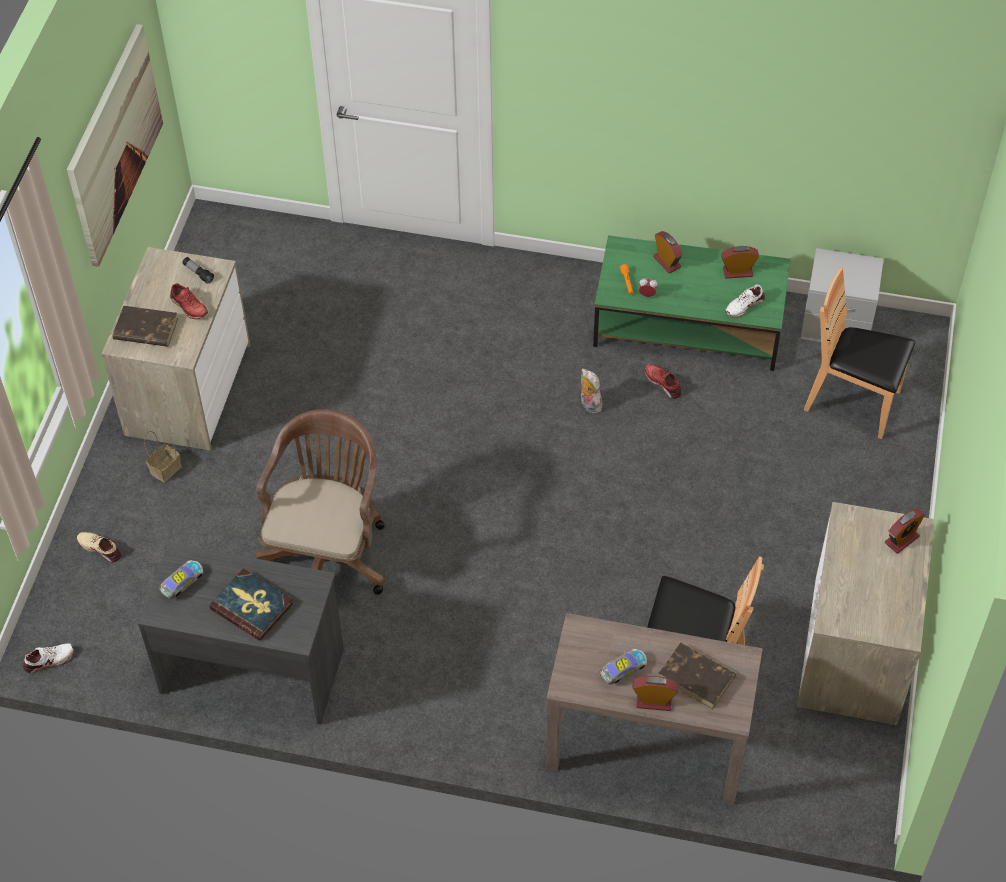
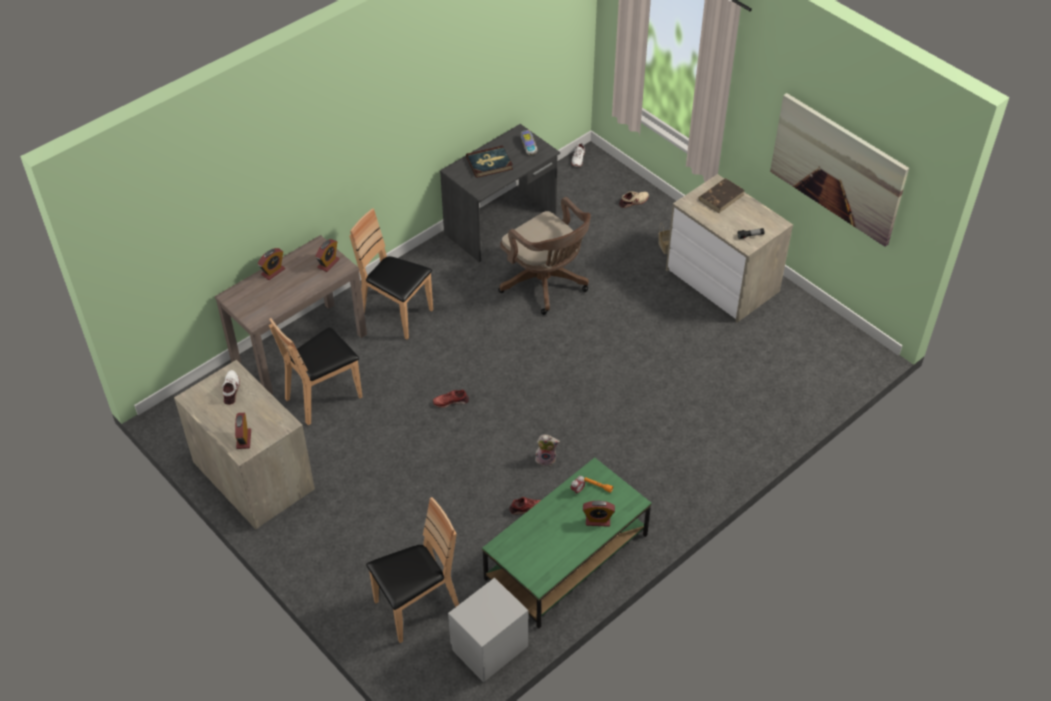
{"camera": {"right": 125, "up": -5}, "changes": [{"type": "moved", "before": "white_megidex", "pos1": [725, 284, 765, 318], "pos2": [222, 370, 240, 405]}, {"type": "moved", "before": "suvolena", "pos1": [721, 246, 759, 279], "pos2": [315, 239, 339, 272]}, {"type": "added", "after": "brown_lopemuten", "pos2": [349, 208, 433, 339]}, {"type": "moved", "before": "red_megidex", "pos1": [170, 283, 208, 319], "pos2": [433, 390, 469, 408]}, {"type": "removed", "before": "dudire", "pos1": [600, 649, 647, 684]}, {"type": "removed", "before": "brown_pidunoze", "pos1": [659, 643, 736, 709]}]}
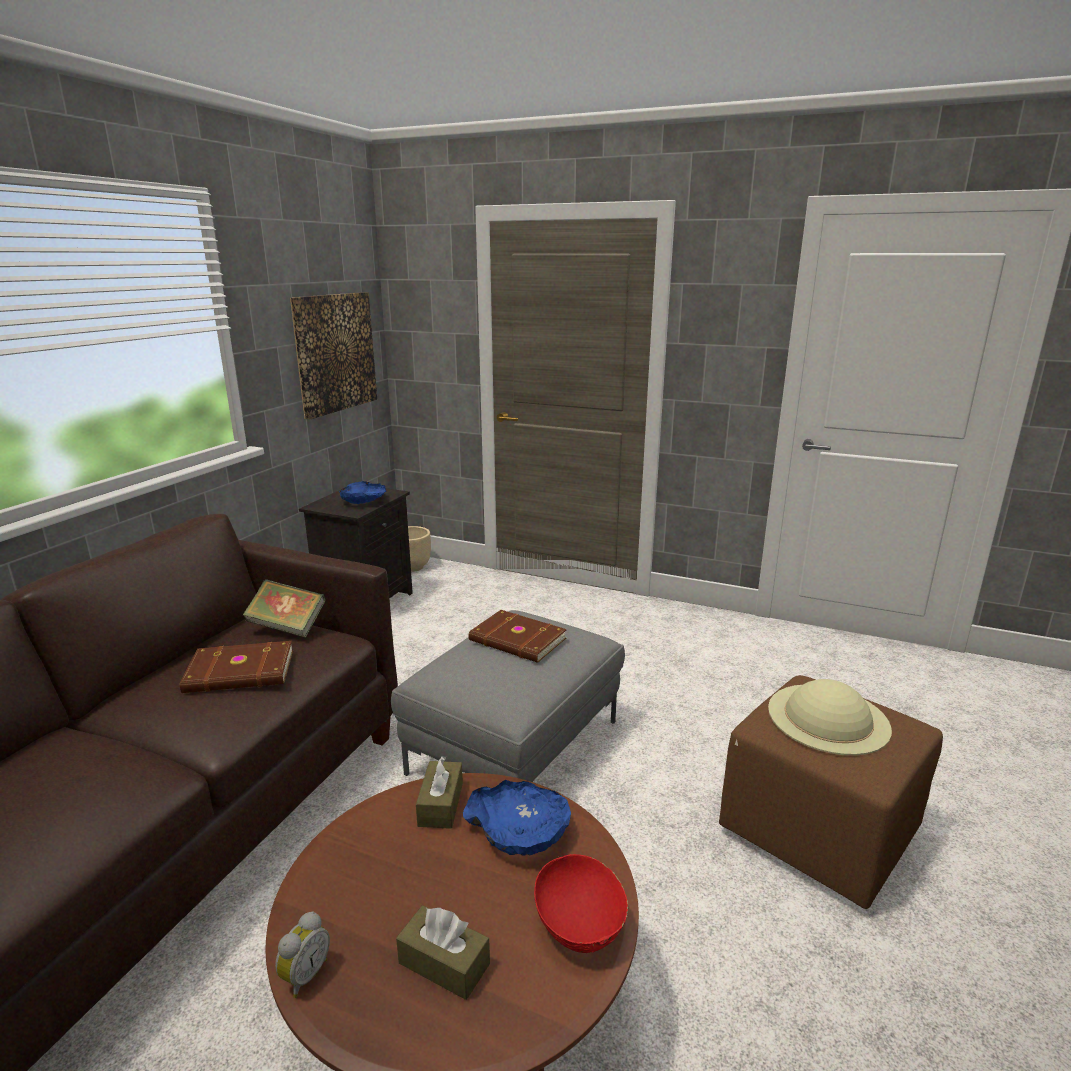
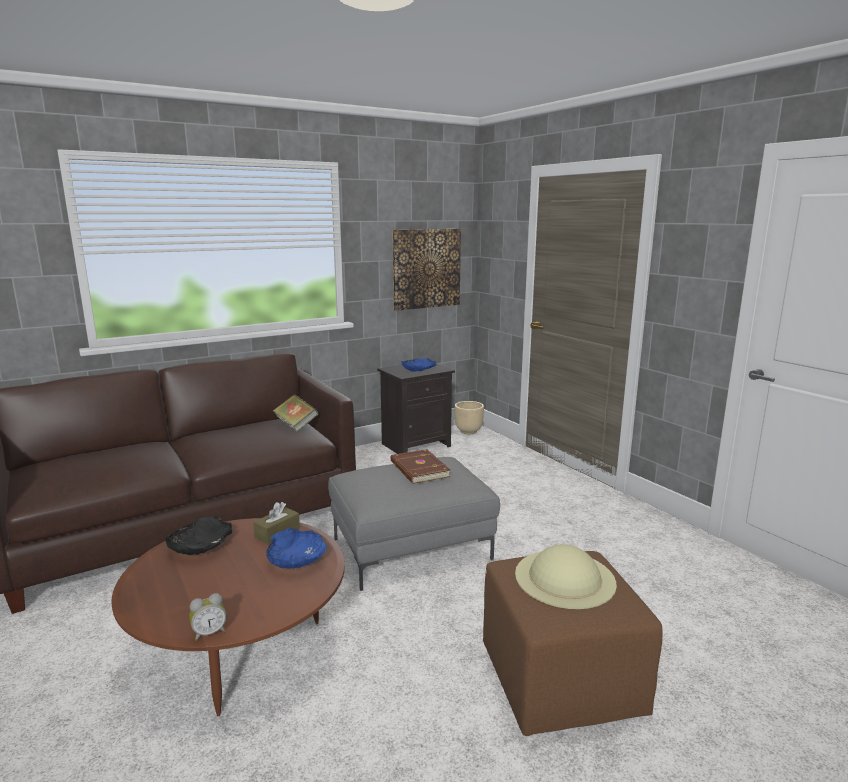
{"camera": {"right": 35, "up": -5}, "changes": [{"type": "added", "after": "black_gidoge", "pos2": [165, 516, 232, 555]}, {"type": "moved", "before": "suvolena", "pos1": [275, 912, 330, 998], "pos2": [189, 593, 226, 641]}, {"type": "removed", "before": "brown_pidunoze", "pos1": [180, 641, 293, 693]}, {"type": "removed", "before": "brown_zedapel", "pos1": [396, 905, 490, 1000]}, {"type": "removed", "before": "red_gidoge", "pos1": [534, 854, 629, 953]}]}
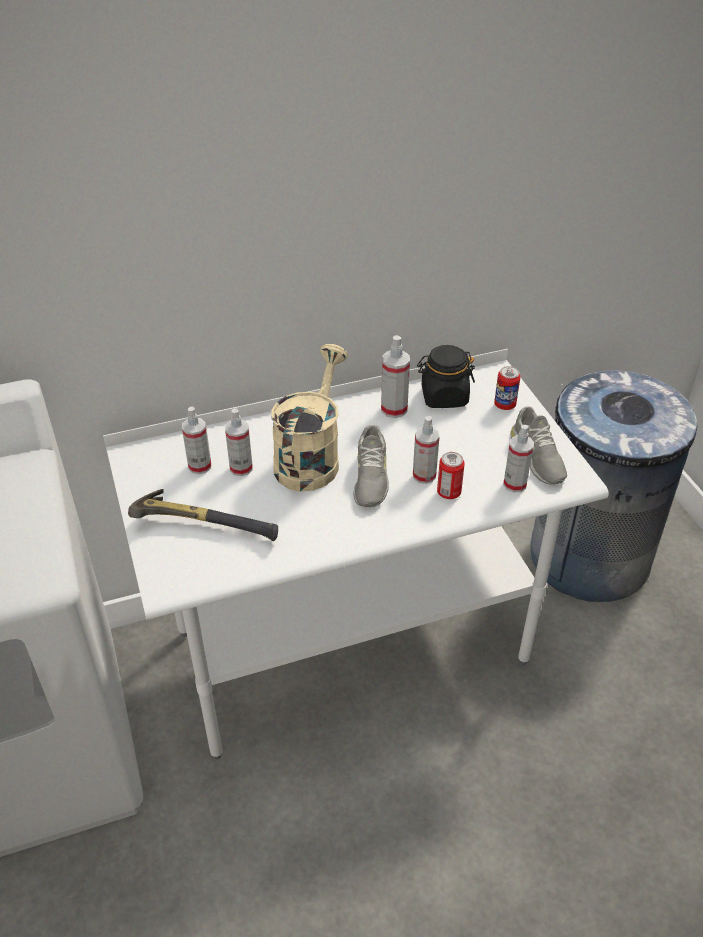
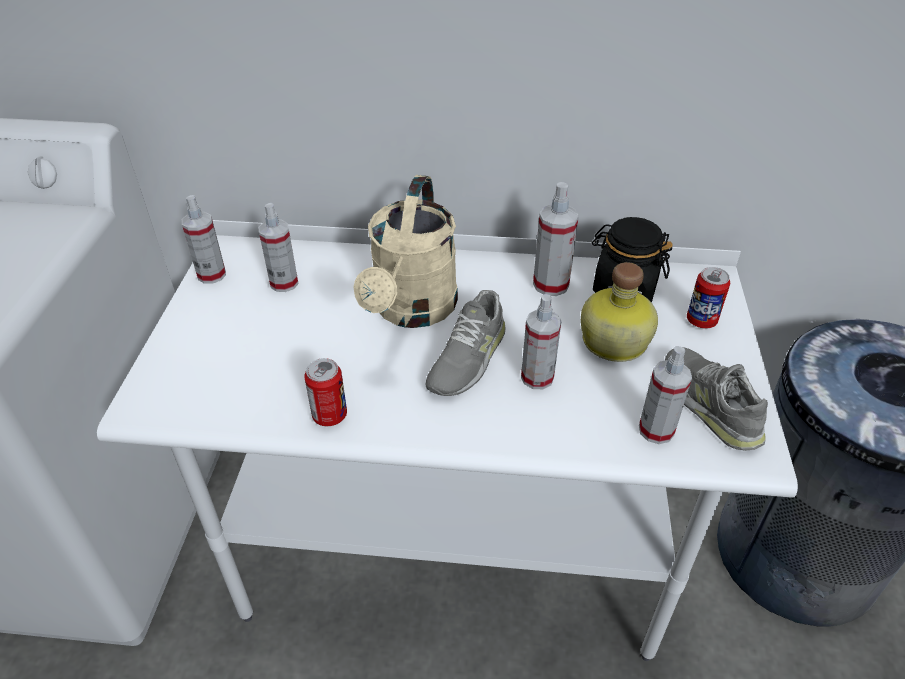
{"camera": {"right": 25, "up": 0}, "changes": [{"type": "moved", "before": "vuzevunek", "pos1": [225, 408, 253, 476], "pos2": [182, 195, 226, 284]}, {"type": "moved", "before": "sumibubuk", "pos1": [437, 452, 465, 499], "pos2": [304, 358, 347, 426]}, {"type": "turned", "before": "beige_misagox", "pos1": [271, 344, 348, 491], "pos2": [353, 175, 458, 328], "turn": 150}, {"type": "added", "after": "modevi", "pos2": [581, 262, 658, 362]}, {"type": "turned", "before": "grey_megidex", "pos1": [510, 407, 567, 485], "pos2": [665, 347, 768, 451], "turn": 150}, {"type": "removed", "before": "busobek", "pos1": [128, 489, 278, 541]}]}
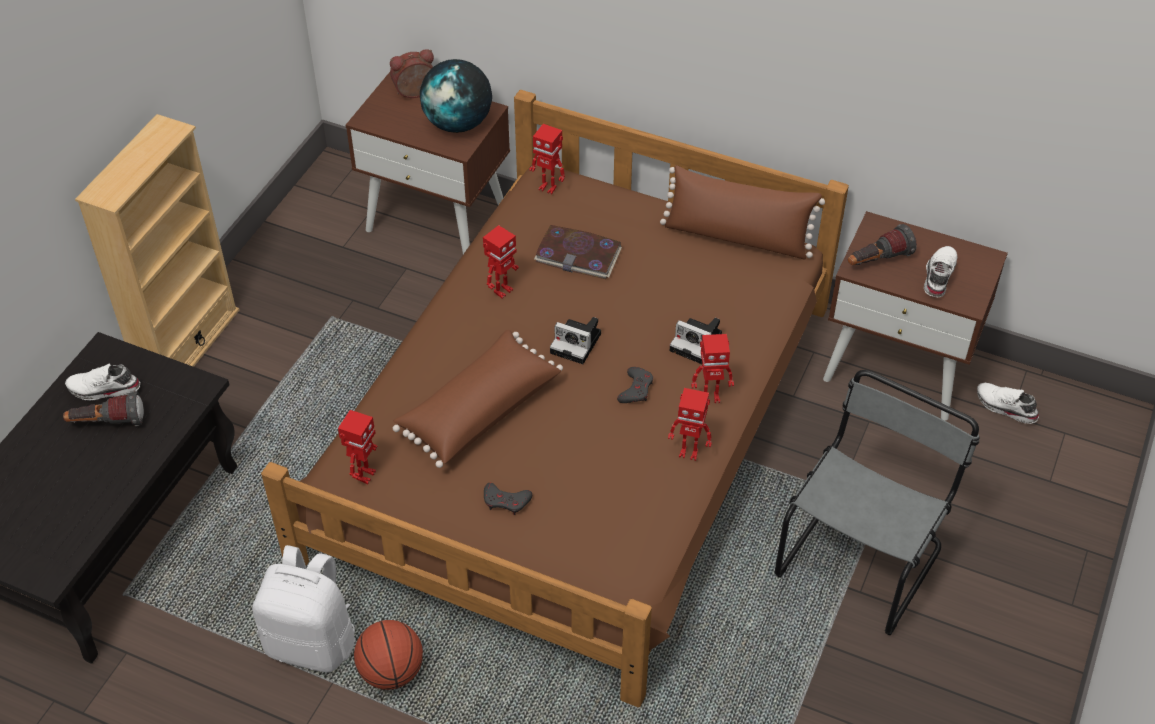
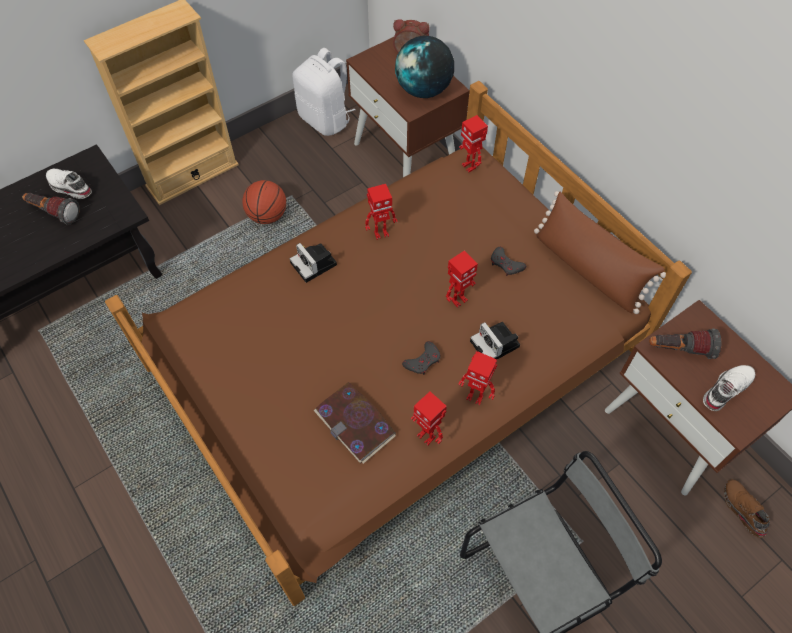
{"camera": {"right": 30, "up": 10}, "changes": [{"type": "moved", "before": "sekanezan", "pos1": [354, 620, 423, 690], "pos2": [242, 180, 286, 224]}, {"type": "moved", "before": "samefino", "pos1": [550, 317, 601, 364], "pos2": [290, 243, 337, 283]}, {"type": "moved", "before": "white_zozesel", "pos1": [252, 545, 356, 672], "pos2": [293, 48, 356, 136]}, {"type": "moved", "before": "pidunoze", "pos1": [534, 225, 622, 279], "pos2": [313, 382, 396, 464]}, {"type": "moved", "before": "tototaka", "pos1": [338, 410, 378, 484], "pos2": [446, 251, 478, 308]}, {"type": "moved", "before": "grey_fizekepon", "pos1": [484, 483, 532, 515], "pos2": [491, 247, 526, 276]}, {"type": "recoloured", "before": "white_megidex", "after": "brown_megidex", "pos1": [977, 383, 1039, 424], "pos2": [724, 479, 770, 538]}, {"type": "removed", "before": "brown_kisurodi", "pos1": [393, 330, 563, 468]}]}
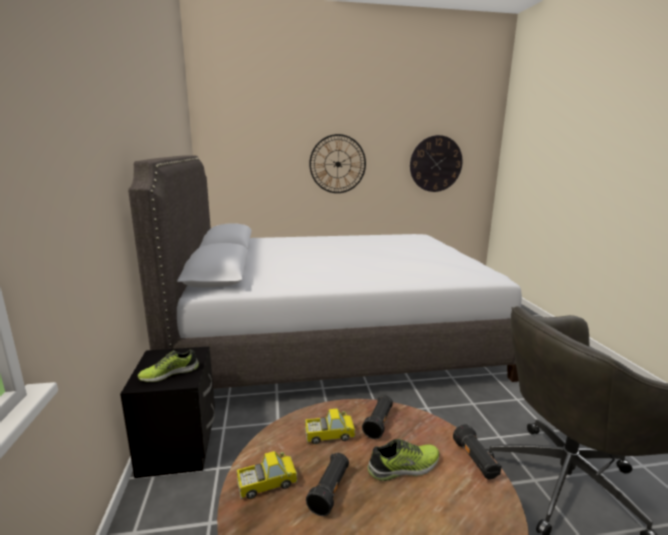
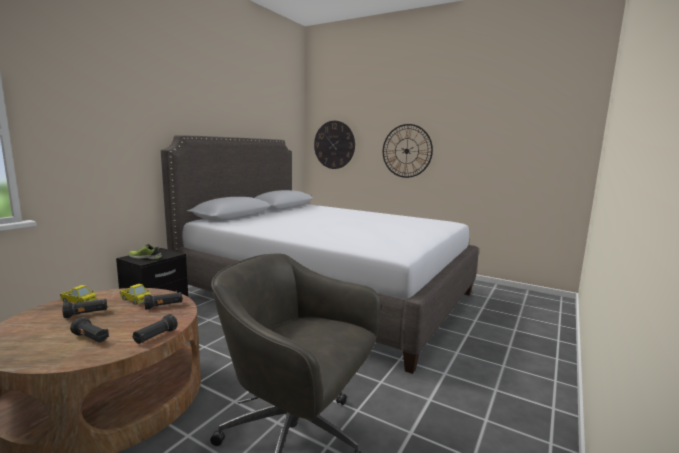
{"camera": {"right": 40, "up": -5}, "changes": [{"type": "added", "after": "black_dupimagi", "pos2": [70, 317, 109, 343]}, {"type": "moved", "before": "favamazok", "pos1": [410, 135, 463, 192], "pos2": [314, 121, 355, 169]}, {"type": "removed", "before": "megidex", "pos1": [368, 439, 439, 481]}]}
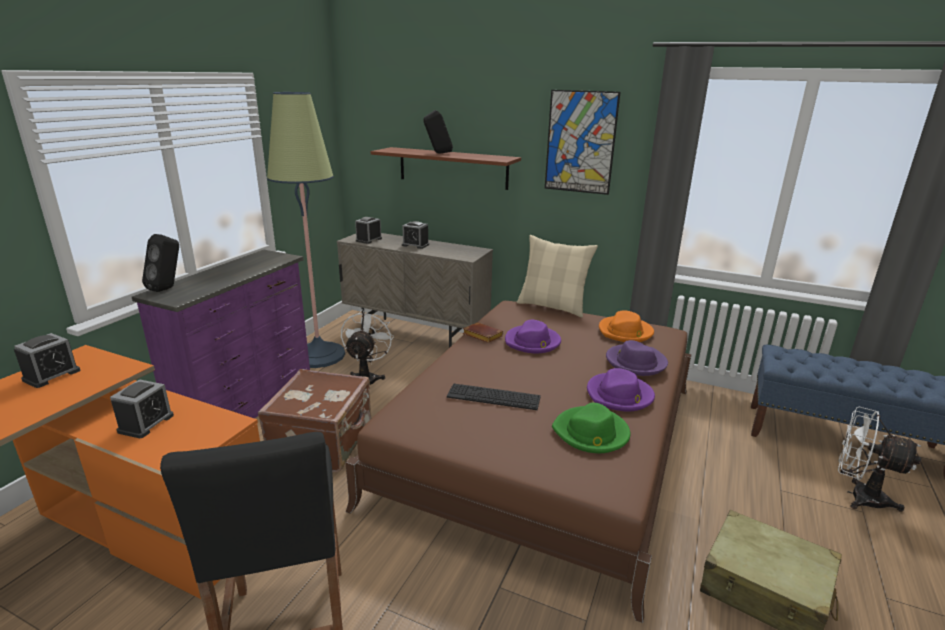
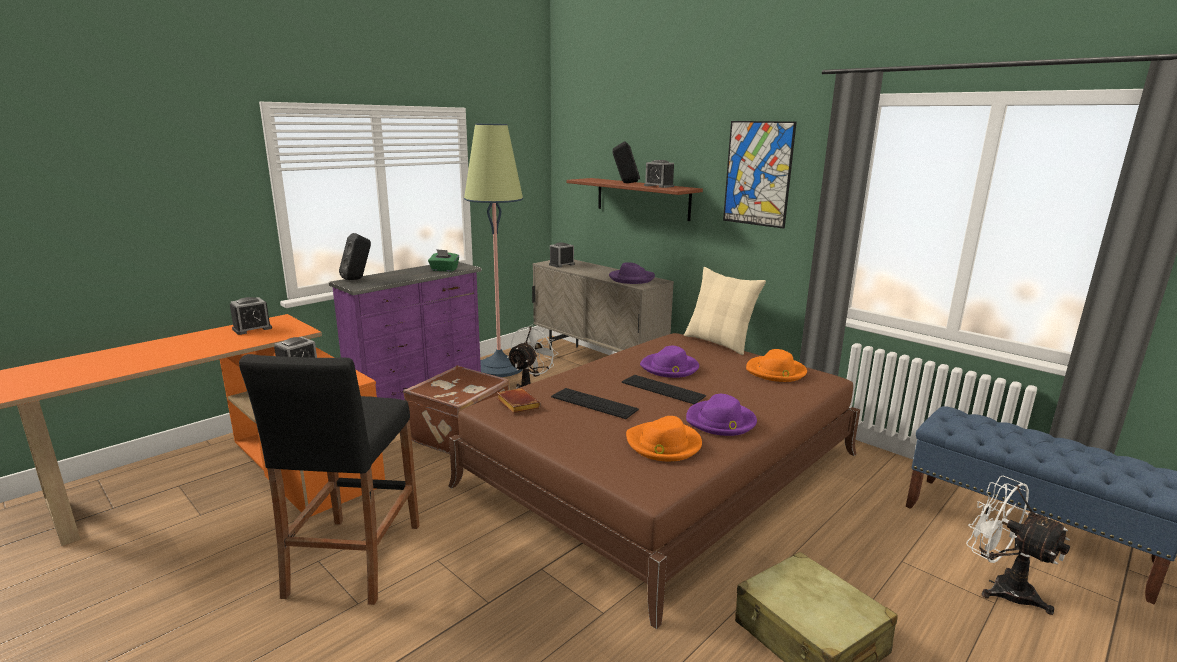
{"camera": {"right": 20, "up": -5}, "changes": [{"type": "added", "after": "green_zedapel", "pos2": [428, 249, 459, 272]}, {"type": "moved", "before": "brown_pidunoze", "pos1": [463, 322, 503, 343], "pos2": [497, 388, 541, 413]}, {"type": "moved", "before": "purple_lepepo", "pos1": [606, 340, 668, 376], "pos2": [609, 262, 655, 284]}, {"type": "added", "after": "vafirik", "pos2": [622, 375, 706, 404]}, {"type": "recoloured", "before": "green_lepepo", "after": "orange_lepepo", "pos1": [552, 403, 631, 453], "pos2": [626, 416, 702, 461]}, {"type": "moved", "before": "suvolena", "pos1": [402, 221, 429, 249], "pos2": [644, 160, 674, 188]}]}
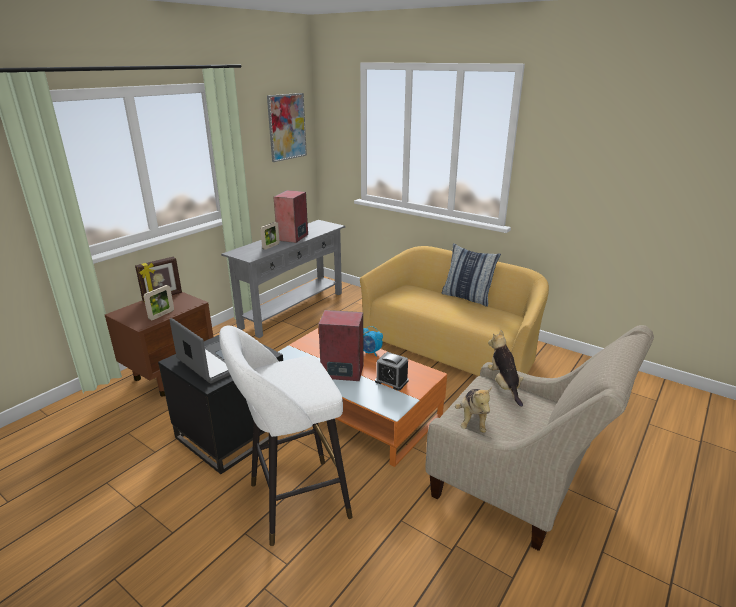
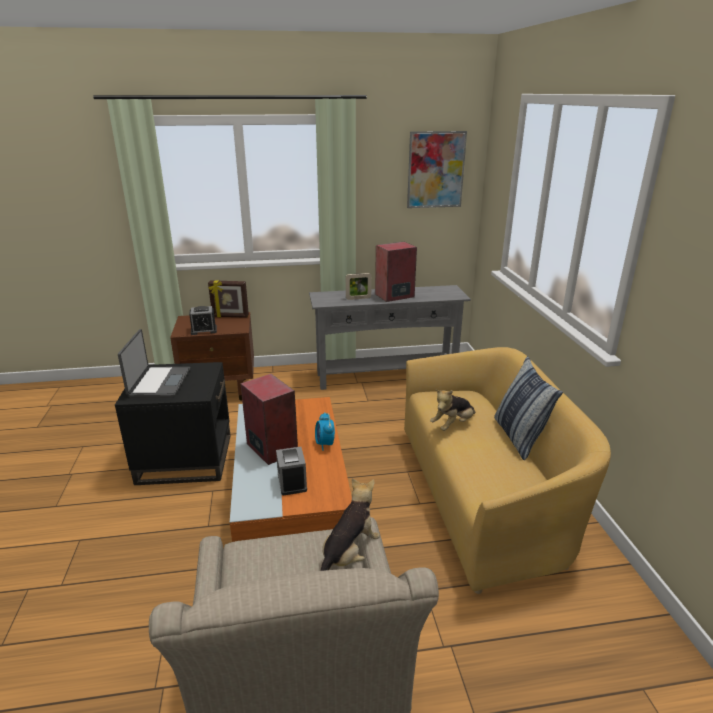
{"camera": {"right": 45, "up": 0}, "changes": [{"type": "replaced", "before": "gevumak", "after": "suvolena", "pos1": [144, 285, 174, 320], "pos2": [189, 306, 217, 335]}, {"type": "moved", "before": "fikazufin", "pos1": [455, 387, 492, 433], "pos2": [430, 390, 476, 431]}, {"type": "removed", "before": "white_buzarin", "pos1": [219, 326, 353, 546]}]}
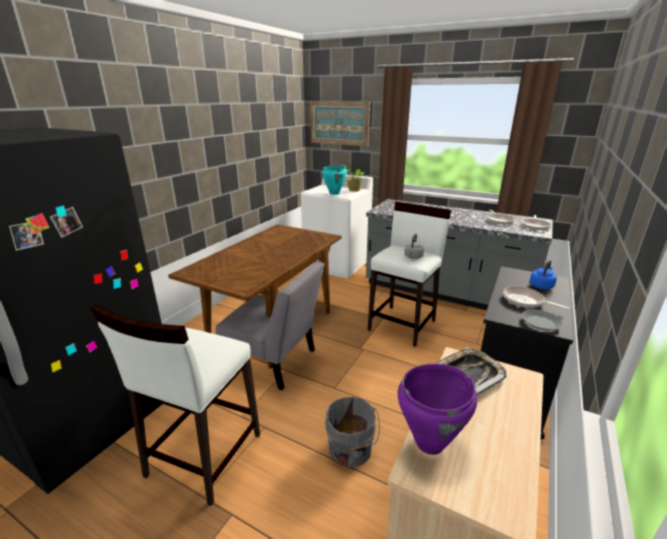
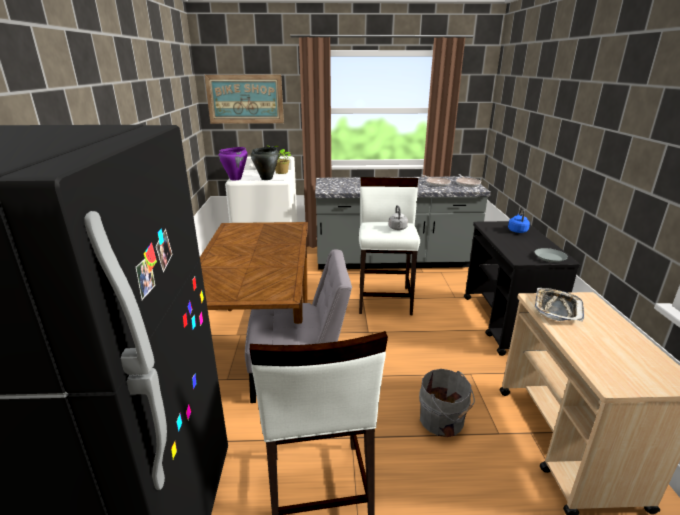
{"camera": {"right": -30, "up": 0}, "changes": [{"type": "moved", "before": "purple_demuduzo", "pos1": [397, 364, 477, 455], "pos2": [218, 147, 247, 180]}, {"type": "recoloured", "before": "turquoise_demuduzo", "after": "black_demuduzo", "pos1": [322, 166, 347, 195], "pos2": [251, 147, 279, 180]}, {"type": "removed", "before": "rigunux", "pos1": [503, 286, 570, 309]}]}
